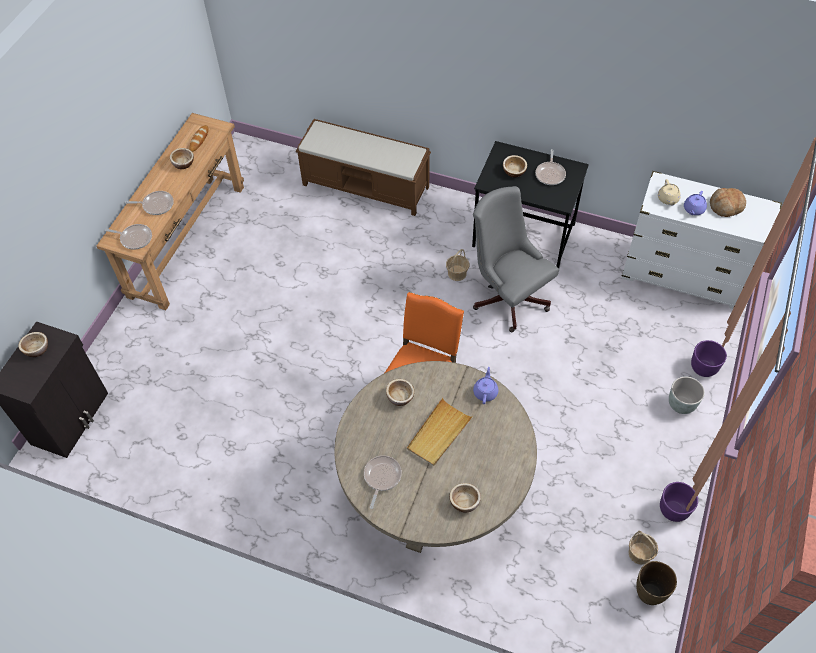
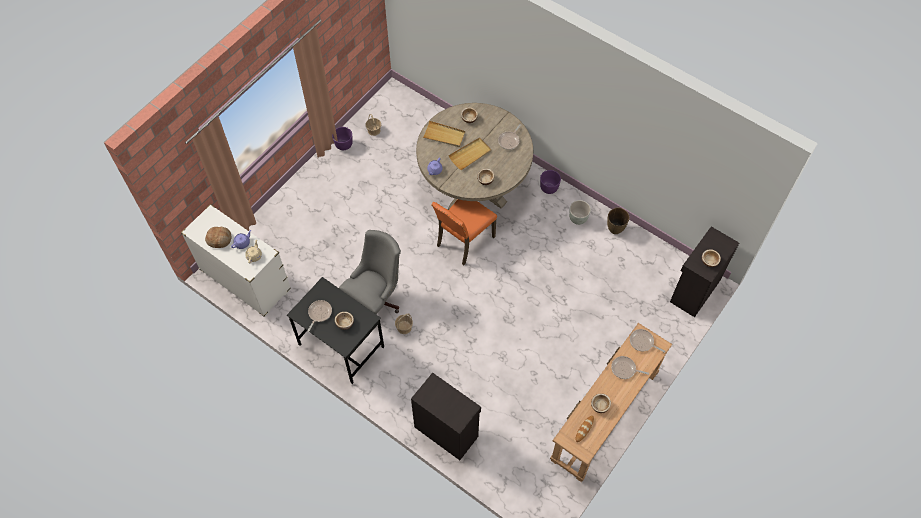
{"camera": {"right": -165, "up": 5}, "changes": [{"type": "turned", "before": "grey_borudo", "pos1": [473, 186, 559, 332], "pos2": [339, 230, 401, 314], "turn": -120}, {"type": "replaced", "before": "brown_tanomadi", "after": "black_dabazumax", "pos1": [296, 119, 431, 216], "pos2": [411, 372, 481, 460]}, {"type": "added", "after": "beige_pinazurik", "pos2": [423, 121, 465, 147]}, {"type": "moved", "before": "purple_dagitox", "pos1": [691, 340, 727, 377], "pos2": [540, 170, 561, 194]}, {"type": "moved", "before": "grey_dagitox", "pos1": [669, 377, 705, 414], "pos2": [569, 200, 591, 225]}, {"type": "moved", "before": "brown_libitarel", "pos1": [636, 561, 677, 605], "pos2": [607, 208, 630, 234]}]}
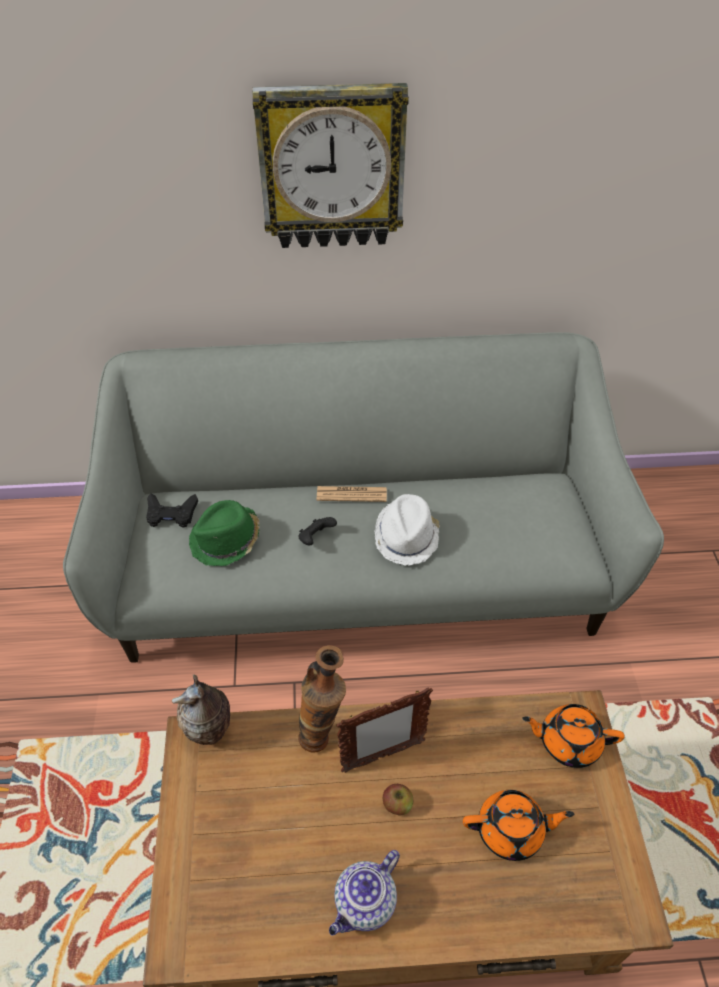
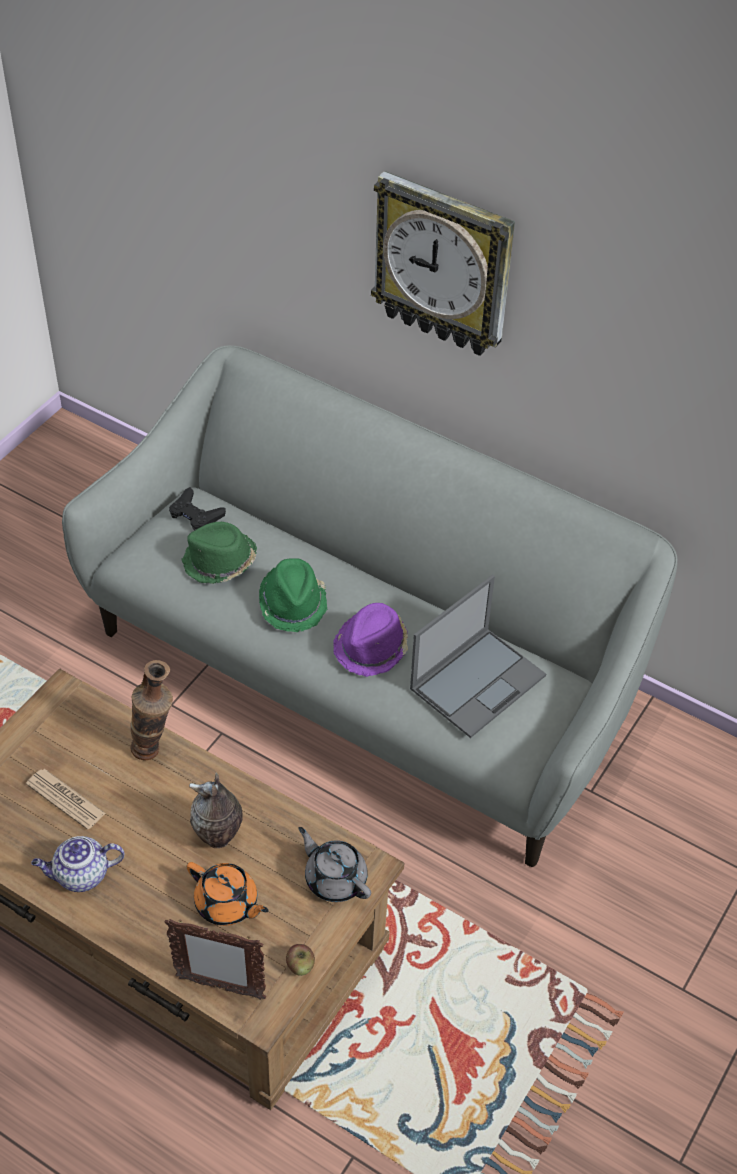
{"camera": {"right": 35, "up": 0}, "changes": [{"type": "moved", "before": "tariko", "pos1": [317, 486, 387, 502], "pos2": [26, 769, 106, 830]}, {"type": "moved", "before": "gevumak", "pos1": [336, 687, 433, 773], "pos2": [164, 919, 266, 1000]}, {"type": "moved", "before": "libitarel", "pos1": [172, 674, 230, 745], "pos2": [189, 773, 243, 848]}, {"type": "replaced", "before": "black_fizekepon", "after": "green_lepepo", "pos1": [299, 517, 337, 546], "pos2": [259, 558, 327, 632]}, {"type": "moved", "before": "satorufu", "pos1": [383, 784, 413, 815], "pos2": [286, 944, 315, 976]}, {"type": "recoloured", "before": "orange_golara", "after": "grey_golara", "pos1": [522, 704, 625, 768], "pos2": [298, 827, 371, 902]}, {"type": "recoloured", "before": "white_lepepo", "after": "purple_lepepo", "pos1": [375, 494, 440, 566], "pos2": [333, 603, 408, 677]}, {"type": "added", "after": "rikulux", "pos2": [410, 575, 546, 738]}]}
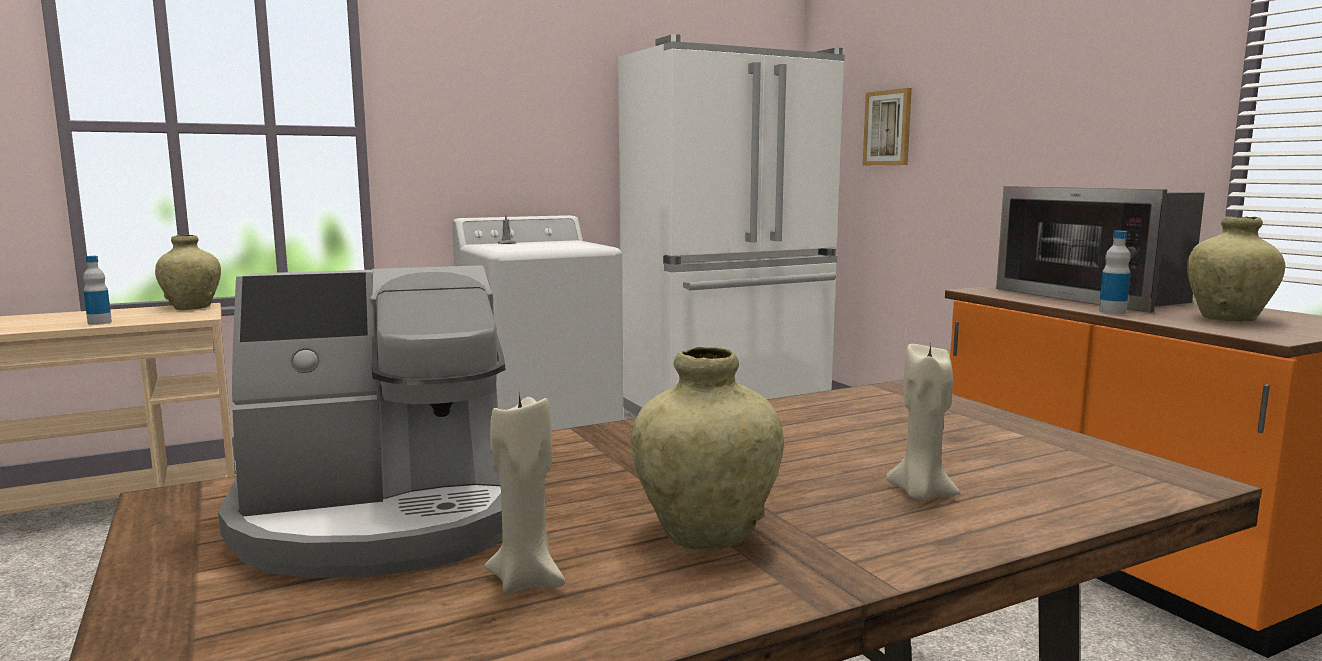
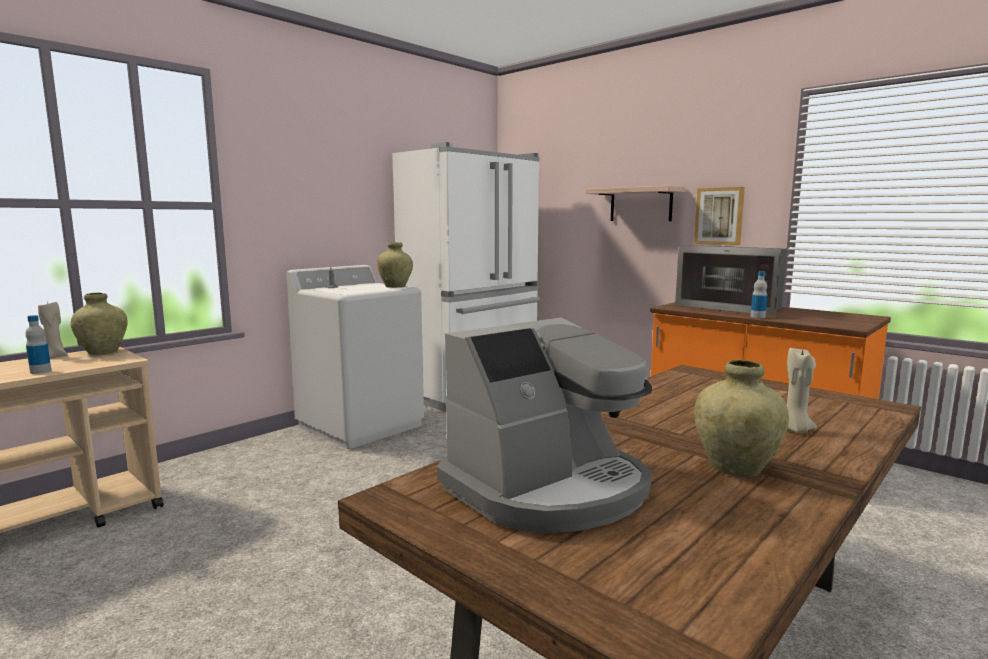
{"camera": {"right": -20, "up": 0}, "changes": [{"type": "moved", "before": "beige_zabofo", "pos1": [484, 392, 566, 595], "pos2": [38, 301, 68, 359]}, {"type": "moved", "before": "beige_libitarel", "pos1": [1187, 216, 1285, 322], "pos2": [377, 242, 413, 288]}, {"type": "added", "after": "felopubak", "pos2": [586, 186, 685, 221]}, {"type": "moved", "before": "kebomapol", "pos1": [863, 88, 912, 165], "pos2": [694, 187, 745, 245]}]}
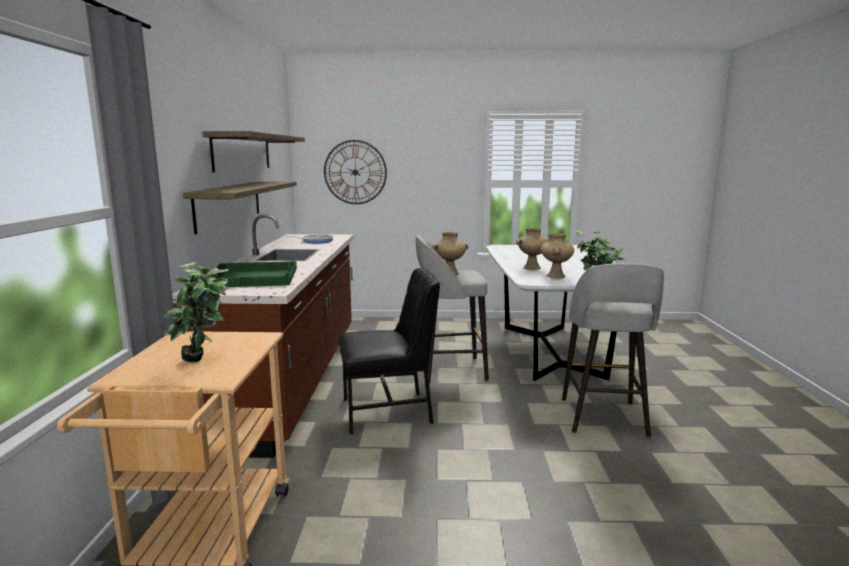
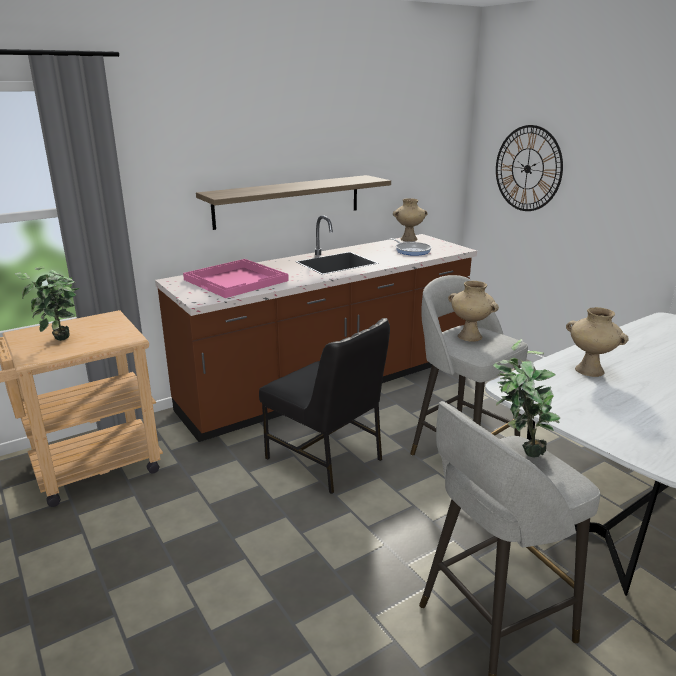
{"camera": {"right": 55, "up": 10}, "changes": [{"type": "recoloured", "before": "green_pinazurik", "after": "pink_pinazurik", "pos1": [205, 261, 297, 288], "pos2": [183, 259, 289, 298]}, {"type": "moved", "before": "beige_libitarel", "pos1": [541, 233, 574, 279], "pos2": [393, 198, 427, 241]}, {"type": "removed", "before": "felopubak", "pos1": [203, 131, 305, 172]}]}
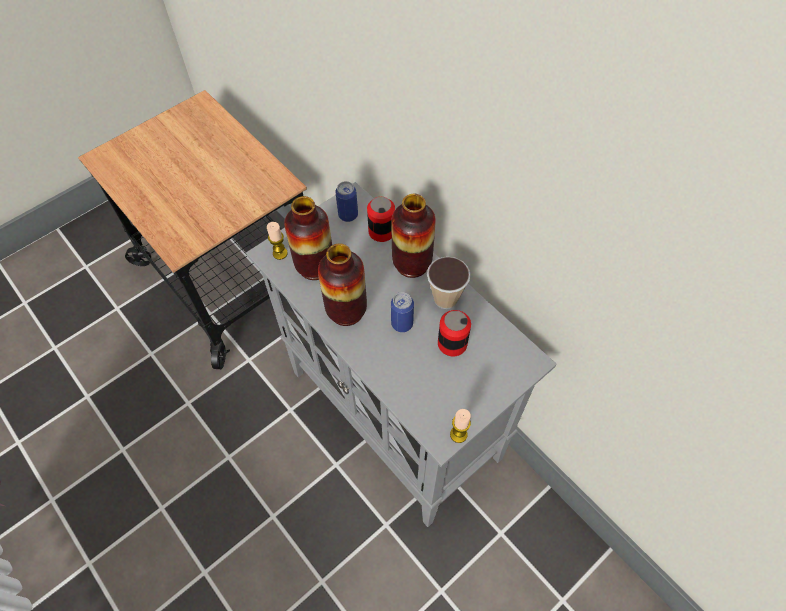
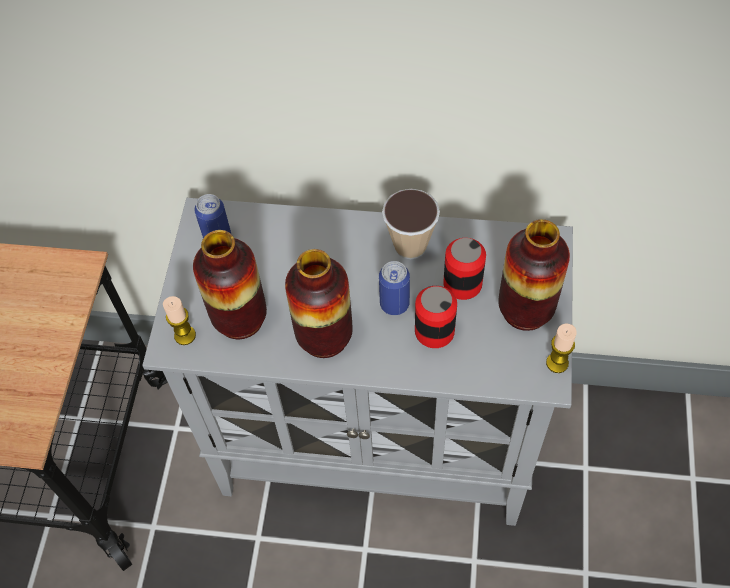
{"camera": {"right": -40, "up": 0}, "changes": [{"type": "moved", "before": "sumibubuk", "pos1": [367, 197, 395, 242], "pos2": [415, 286, 457, 348]}, {"type": "moved", "before": "libitarel", "pos1": [391, 194, 436, 278], "pos2": [498, 219, 570, 331]}]}
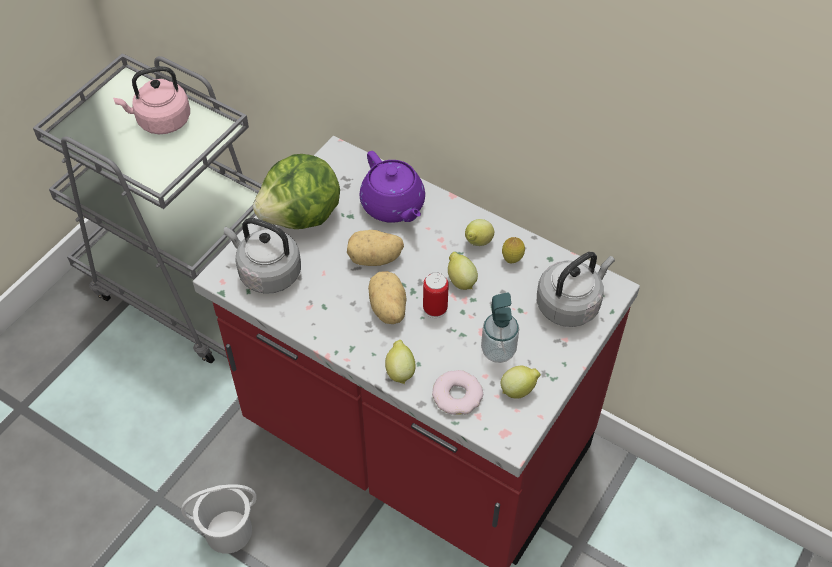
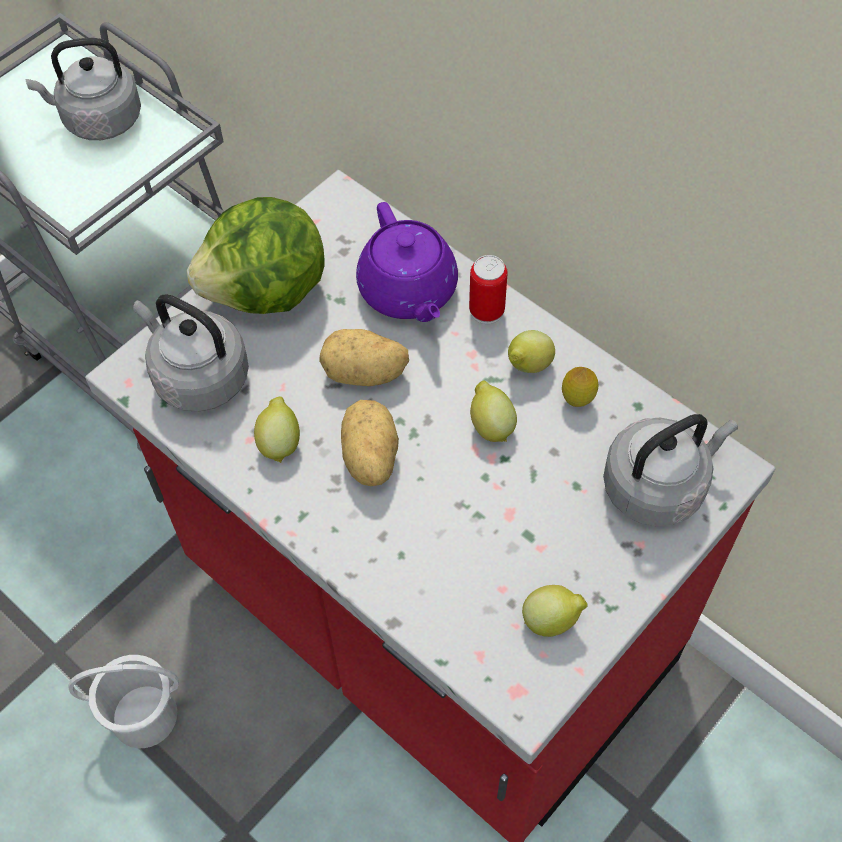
{"camera": {"right": 10, "up": 5}, "changes": [{"type": "recoloured", "before": "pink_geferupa", "after": "grey_geferupa", "pos1": [113, 66, 190, 134], "pos2": [26, 38, 141, 140]}, {"type": "moved", "before": "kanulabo", "pos1": [385, 340, 415, 384], "pos2": [254, 397, 300, 463]}, {"type": "moved", "before": "sumibubuk", "pos1": [423, 272, 449, 318], "pos2": [469, 255, 508, 324]}, {"type": "removed", "before": "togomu", "pos1": [432, 370, 483, 415]}, {"type": "removed", "before": "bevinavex", "pos1": [481, 292, 519, 363]}]}
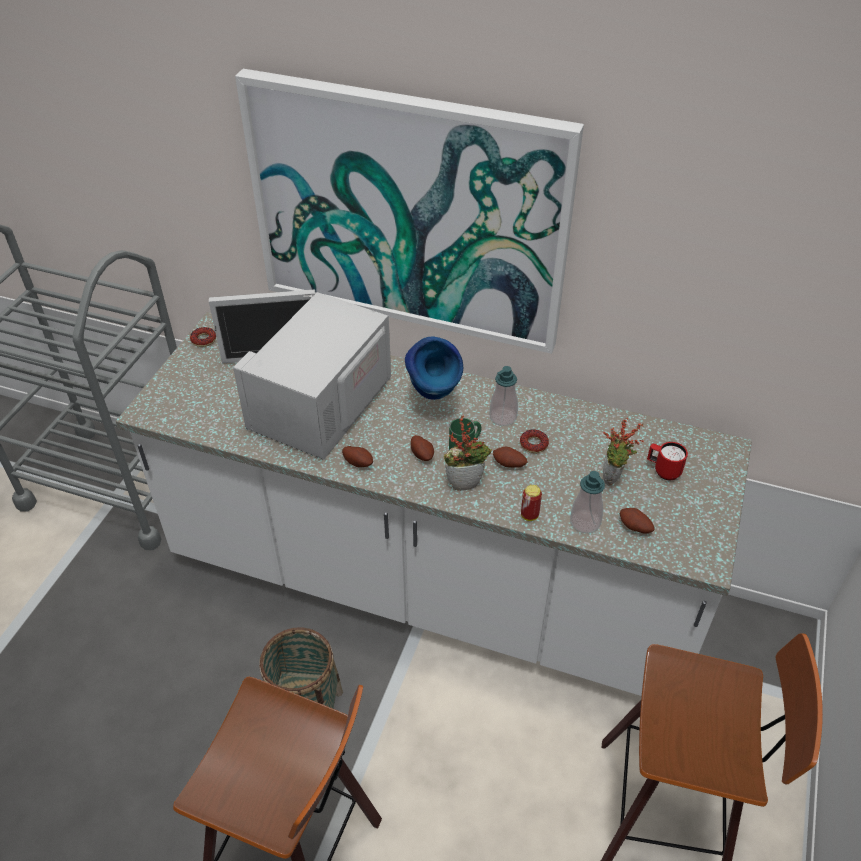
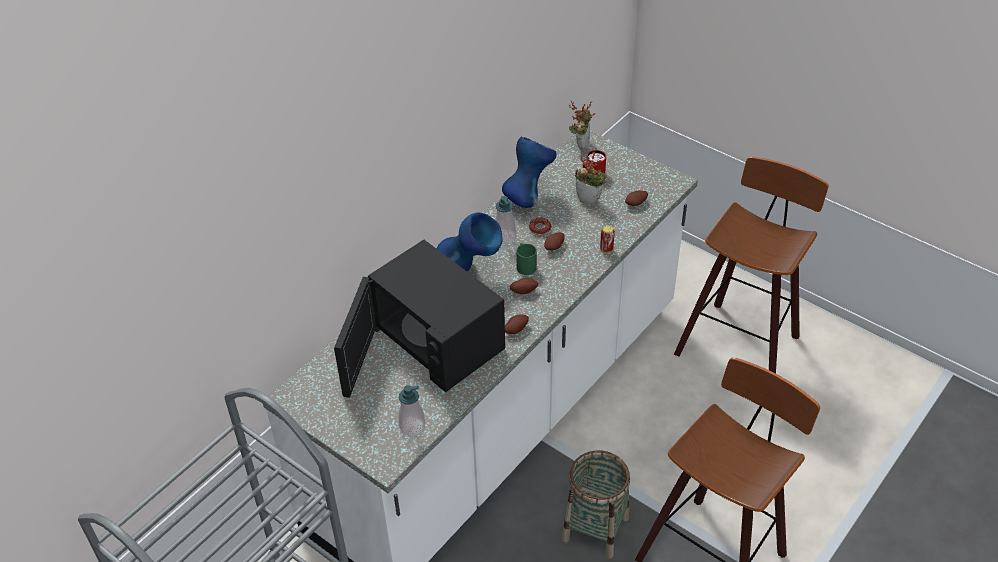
{"camera": {"right": -70, "up": 0}, "changes": [{"type": "recoloured", "before": "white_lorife", "after": "black_lorife", "pos1": [209, 290, 391, 460], "pos2": [334, 240, 505, 398]}, {"type": "moved", "before": "bevinavex", "pos1": [570, 471, 605, 533], "pos2": [398, 385, 425, 436]}, {"type": "added", "after": "blue_libitarel", "pos2": [502, 137, 557, 208]}, {"type": "moved", "before": "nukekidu", "pos1": [444, 415, 492, 491], "pos2": [569, 100, 596, 151]}, {"type": "removed", "before": "togomu", "pos1": [190, 327, 216, 347]}, {"type": "removed", "before": "kebomapol", "pos1": [235, 69, 584, 354]}]}
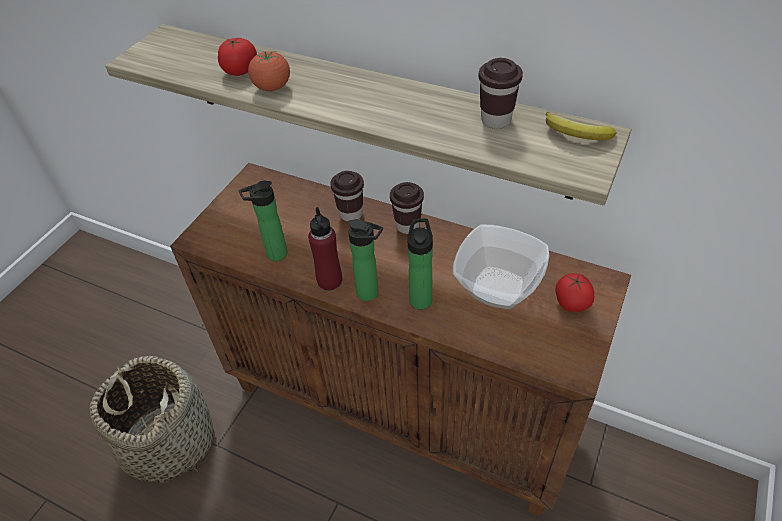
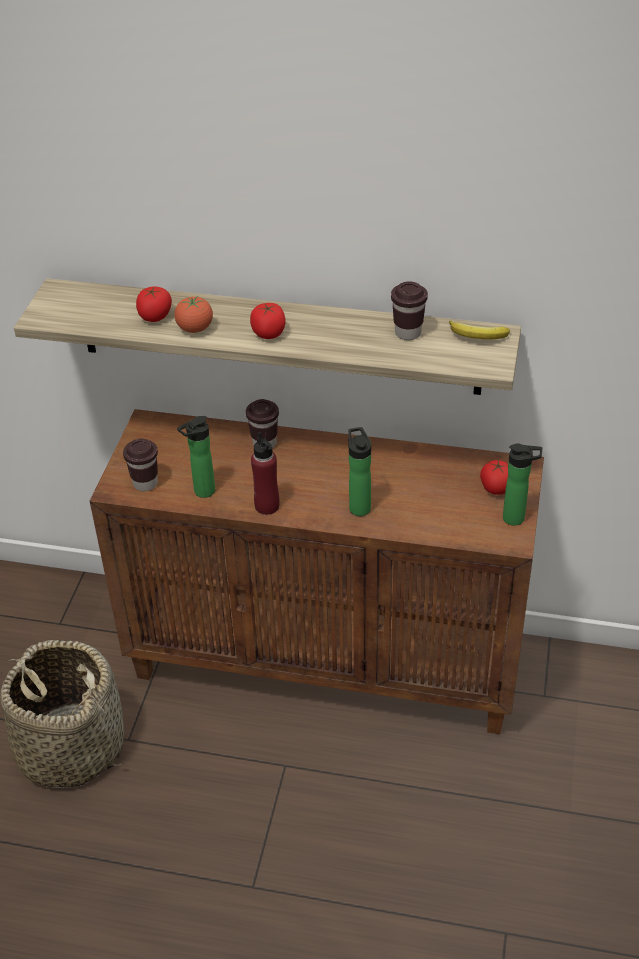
{"camera": {"right": -15, "up": -5}, "changes": [{"type": "moved", "before": "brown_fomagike", "pos1": [390, 182, 424, 234], "pos2": [123, 439, 158, 491]}, {"type": "added", "after": "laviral", "pos2": [250, 303, 286, 339]}, {"type": "moved", "before": "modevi", "pos1": [348, 219, 383, 301], "pos2": [503, 443, 542, 526]}, {"type": "removed", "before": "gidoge", "pos1": [453, 225, 549, 309]}]}
